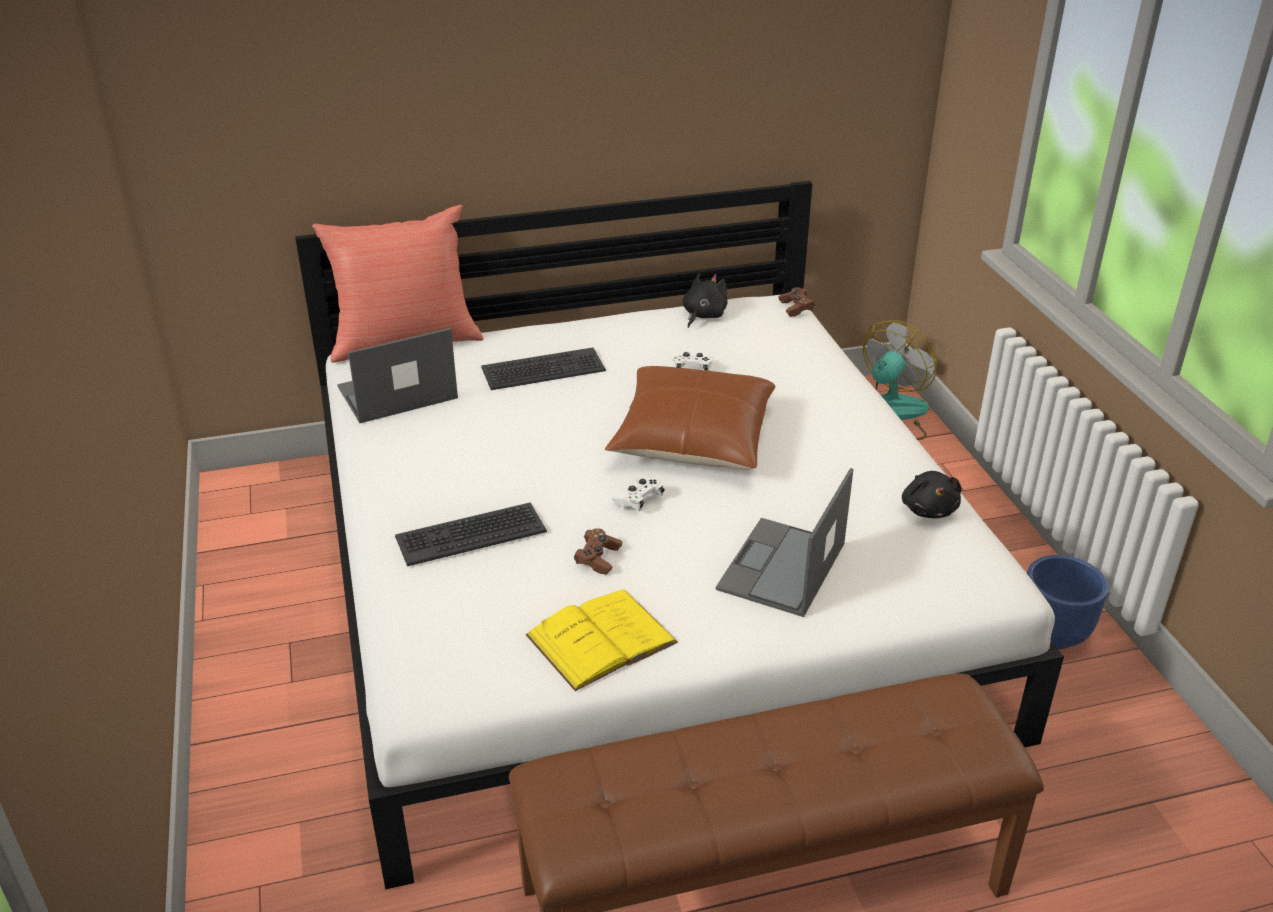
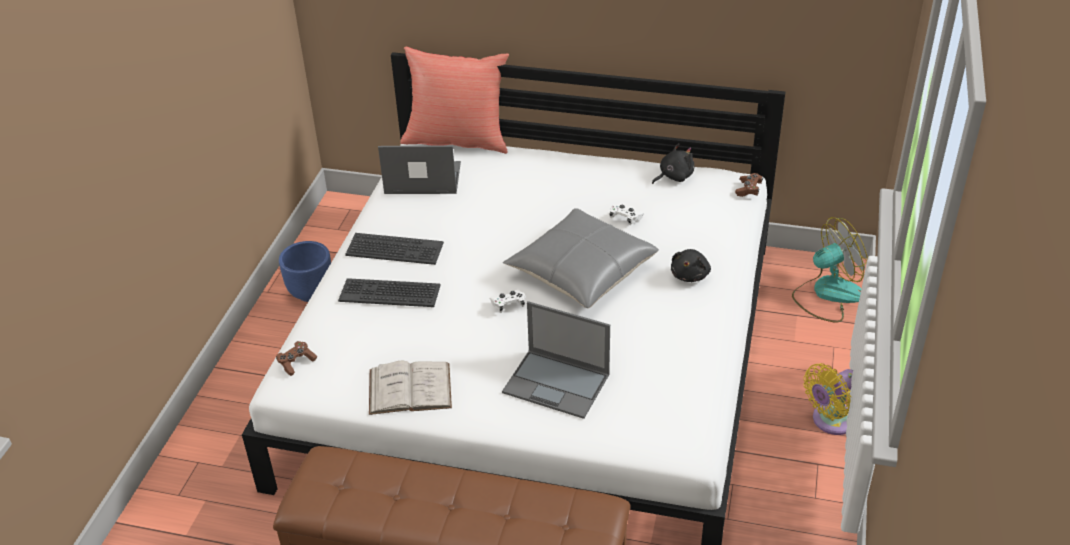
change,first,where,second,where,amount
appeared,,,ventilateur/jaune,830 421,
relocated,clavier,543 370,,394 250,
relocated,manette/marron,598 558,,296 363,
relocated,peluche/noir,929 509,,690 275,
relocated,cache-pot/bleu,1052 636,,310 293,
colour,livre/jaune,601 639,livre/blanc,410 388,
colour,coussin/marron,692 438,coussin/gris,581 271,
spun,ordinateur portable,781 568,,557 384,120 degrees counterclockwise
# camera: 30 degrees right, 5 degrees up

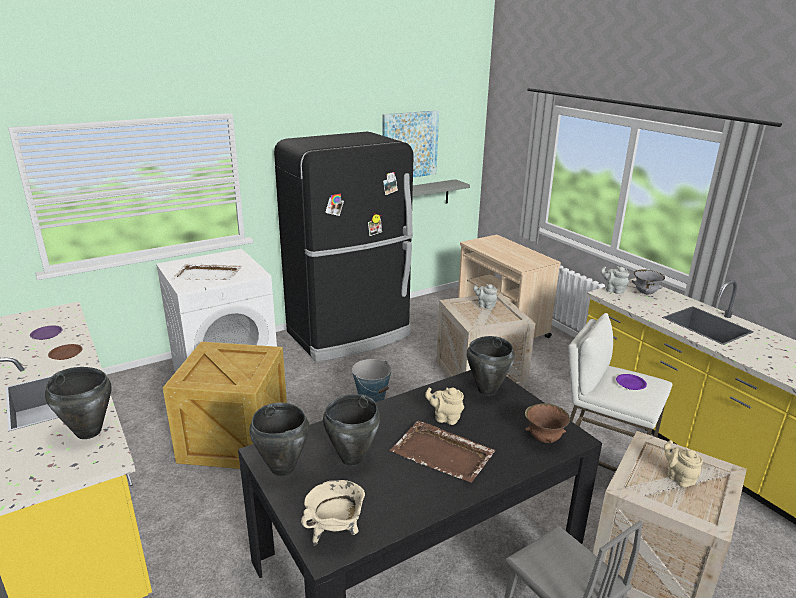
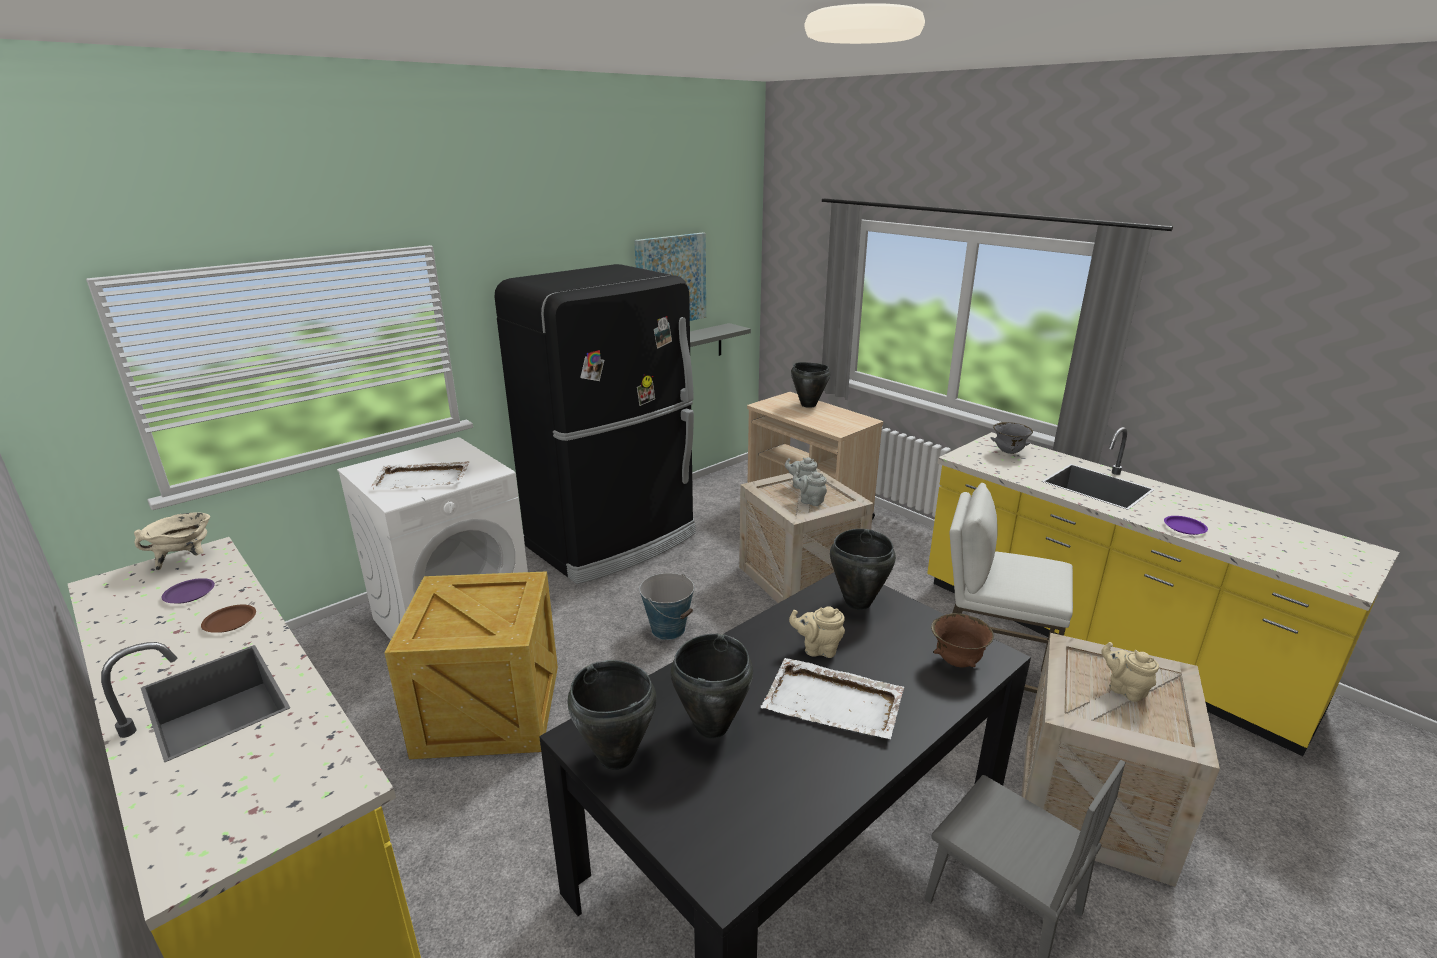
change,first,where,second,where,amount
relocated,marmite/noir,89 431,,808 405,
relocated,marmite/beige,335 532,,186 560,
relocated,théière/gris,613 290,,810 501,
relocated,assiette/violet,630 384,,1184 527,
colour,plateau/marron,443 454,plateau/blanc,834 702,
# camera: 10 degrees left, 0 degrees up

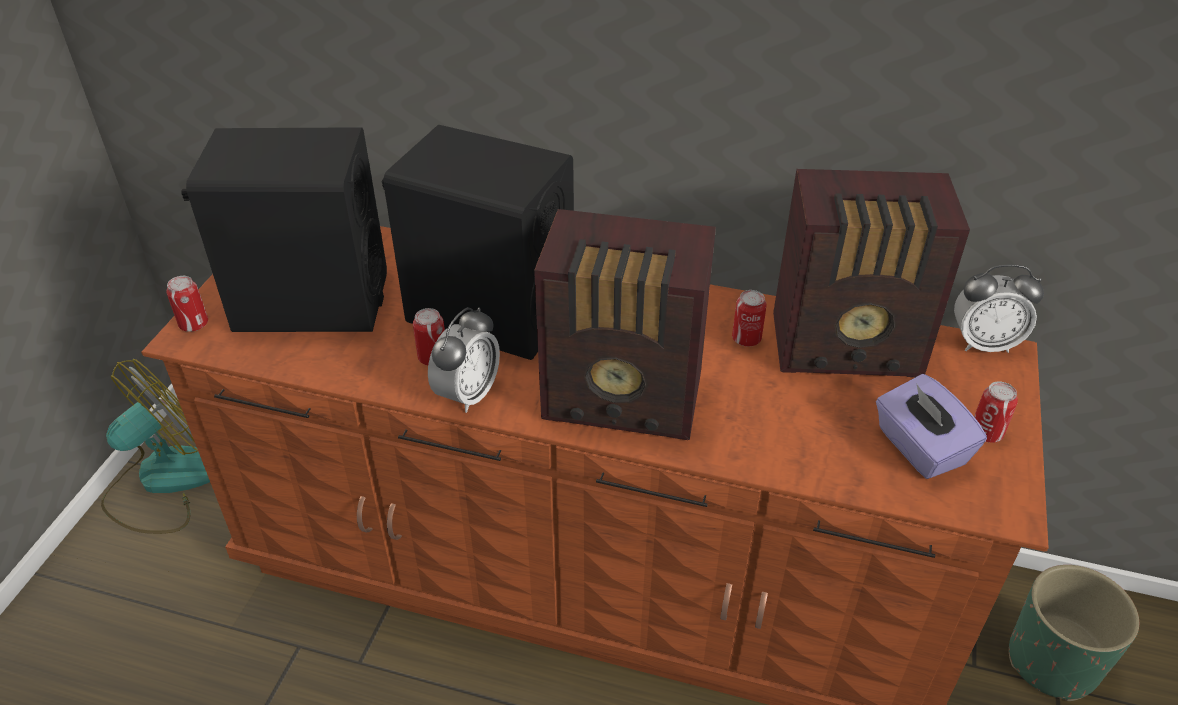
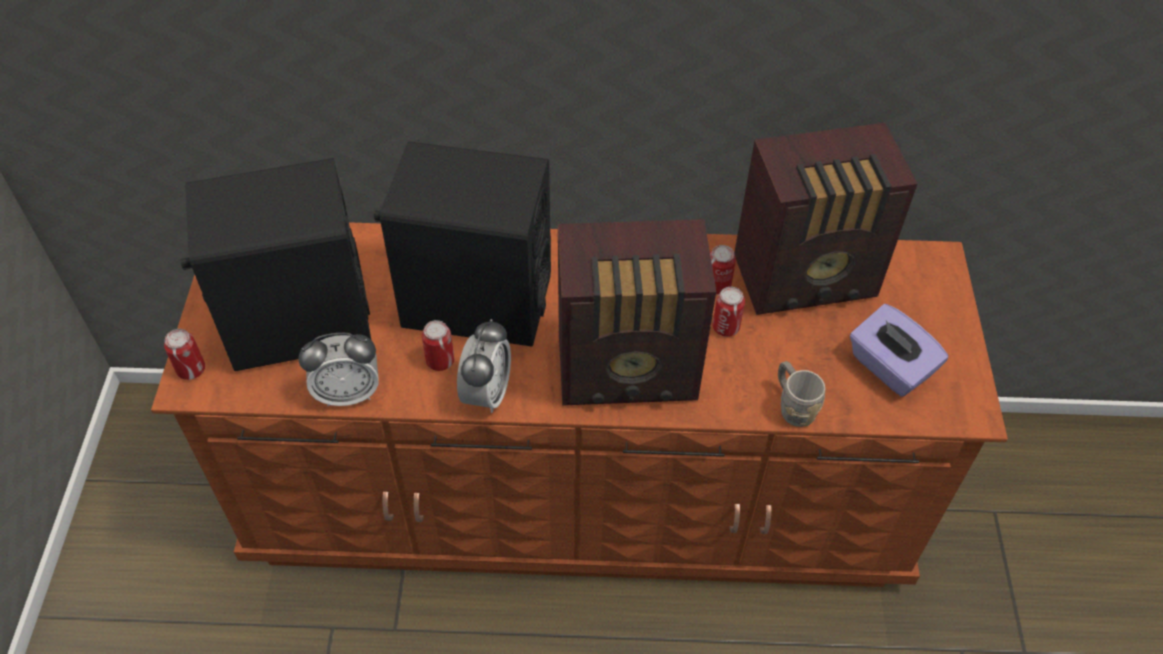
change,first,where,second,where,amount
missing,ventilateur,163 482,,,
missing,cache-pot/vert,1053 661,,,
appeared,,,mug/gris,793 406,
relocated,réveil,983 343,,348 393,
relocated,boîte métallique,986 433,,725 327,
# camera: 15 degrees left, 10 degrees up

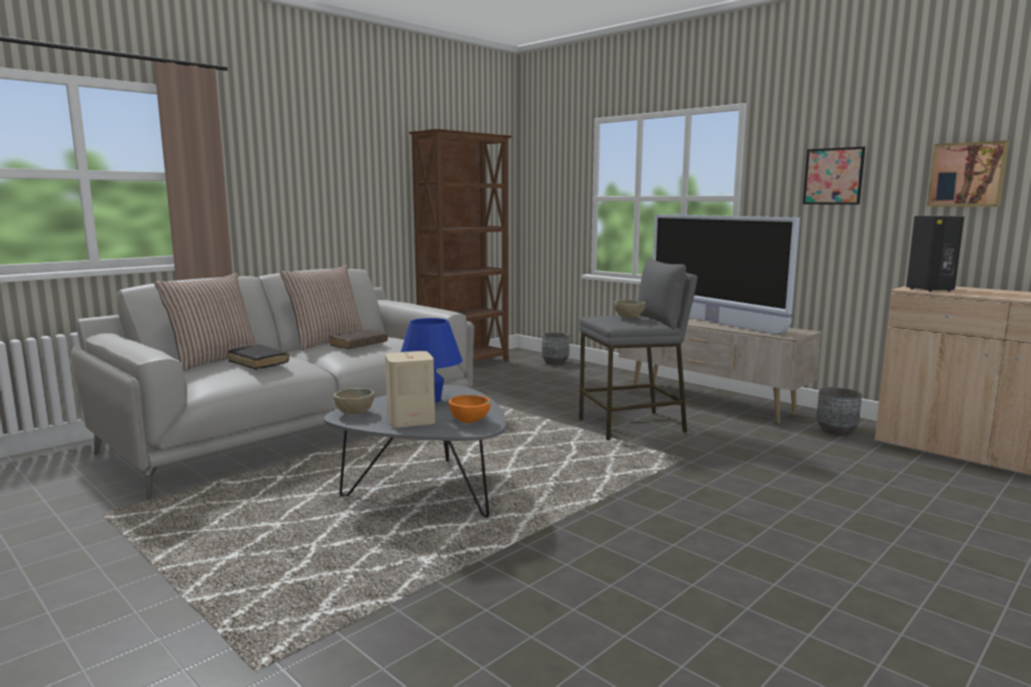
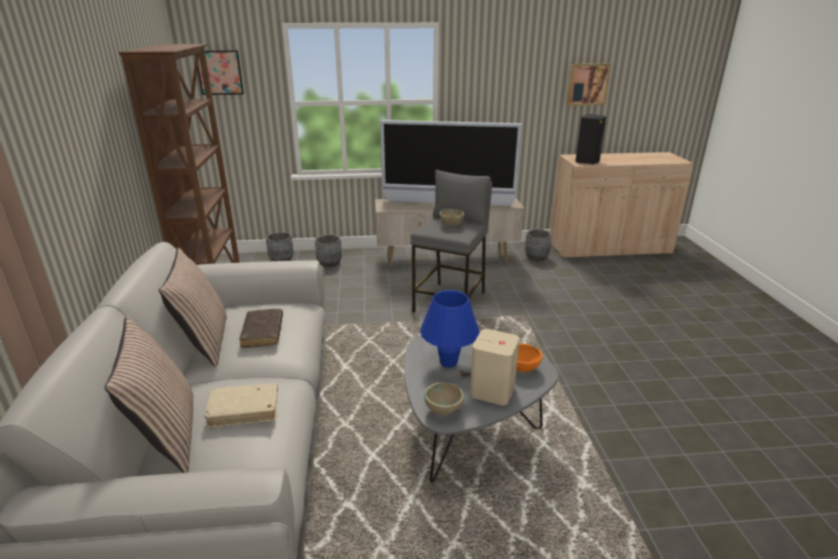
change,first,where,second,where,amount
appeared,,,cache-pot/gris,329 263,
relocated,tableau,833 176,,219 72,
colour,livre/noir,259 363,livre/beige,244 410,
# camera: 50 degrees left, 15 degrees up

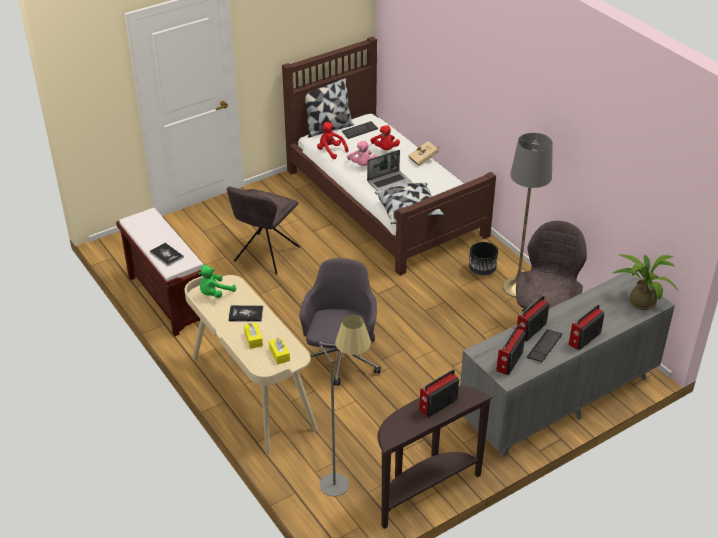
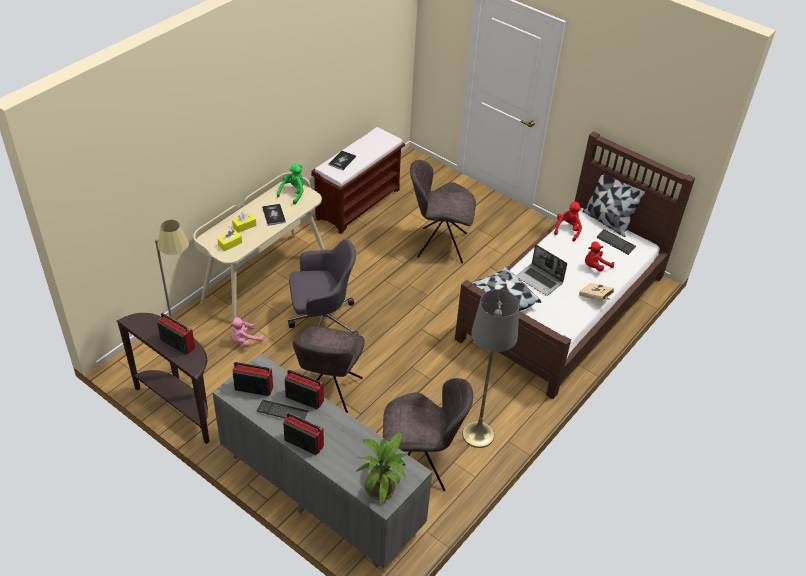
change,first,where,second,where,amount
missing,cache-pot/noir,482 269,,,
appeared,,,chaise/gris,329 394,
relocated,peluche/rose,362 165,,245 341,
spun,peluche/vert,215 293,,293 193,90 degrees clockwise
# camera: 70 degrees right, 5 degrees up

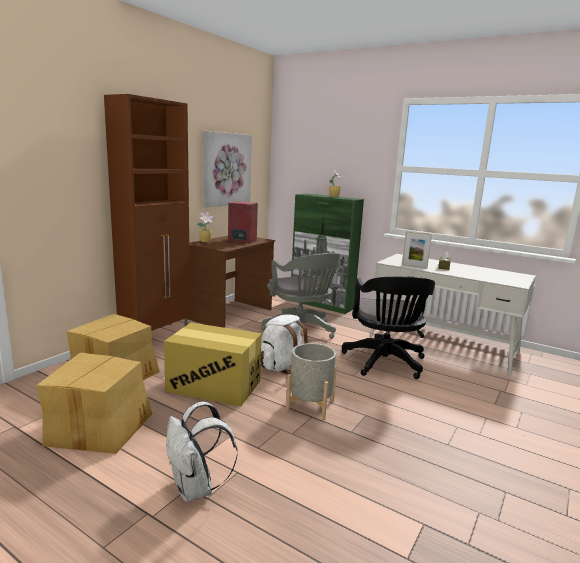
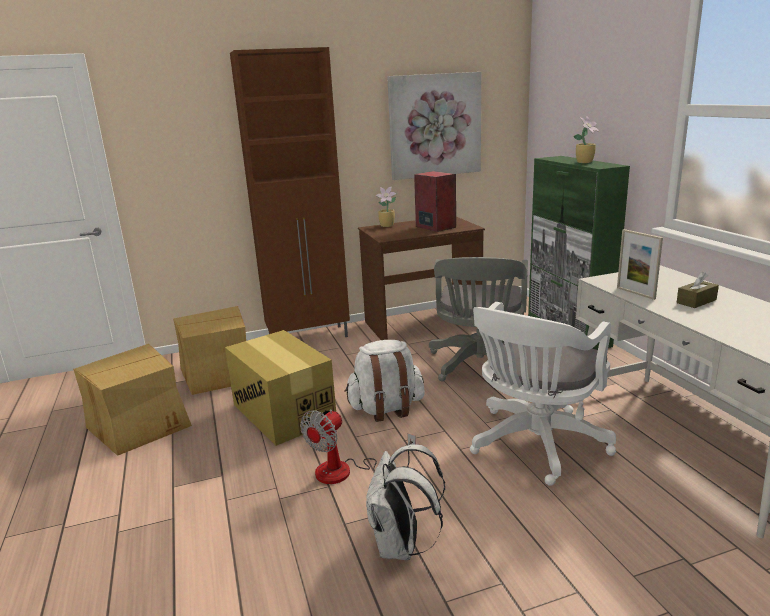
change,first,where,second,where,amount
relocated,sac à dos/blanc,196 489,,401 546,
exchanged,cache-pot/gris,310 406,ventilateur,346 472,
colour,chaise de bureau/noir,385 363,chaise de bureau/blanc,535 445,
# camera: 40 degrees right, 5 degrees up

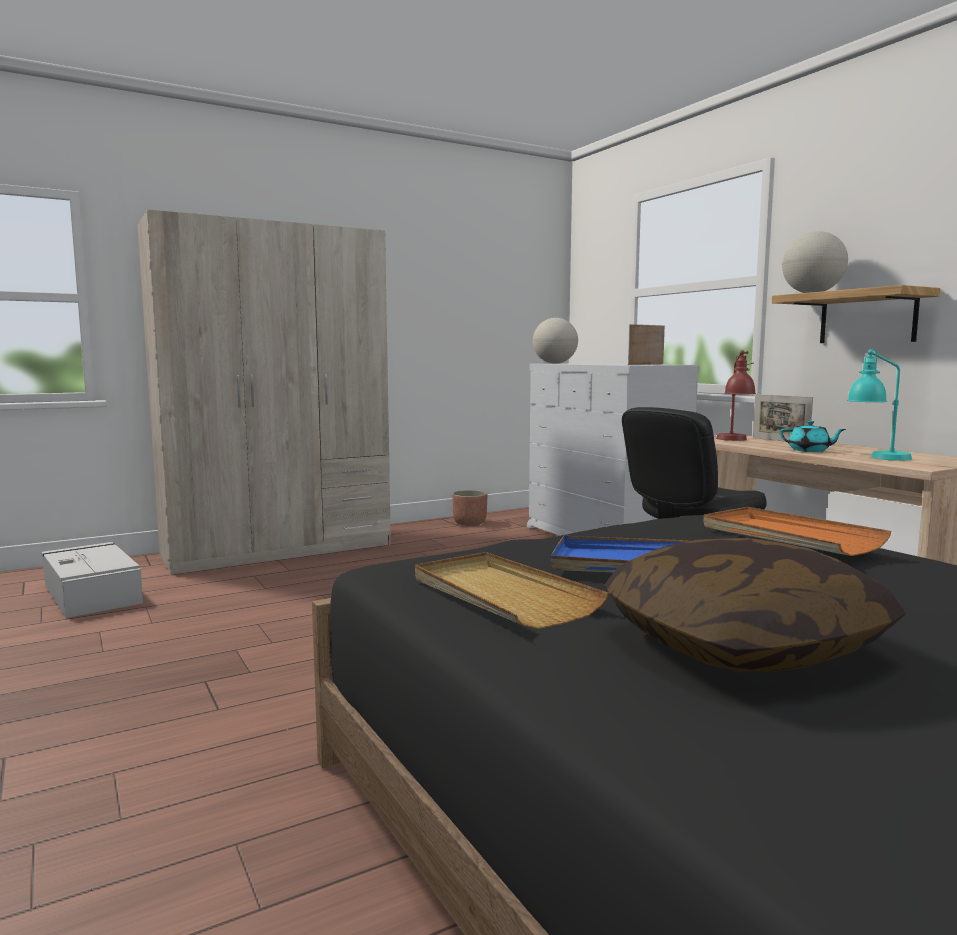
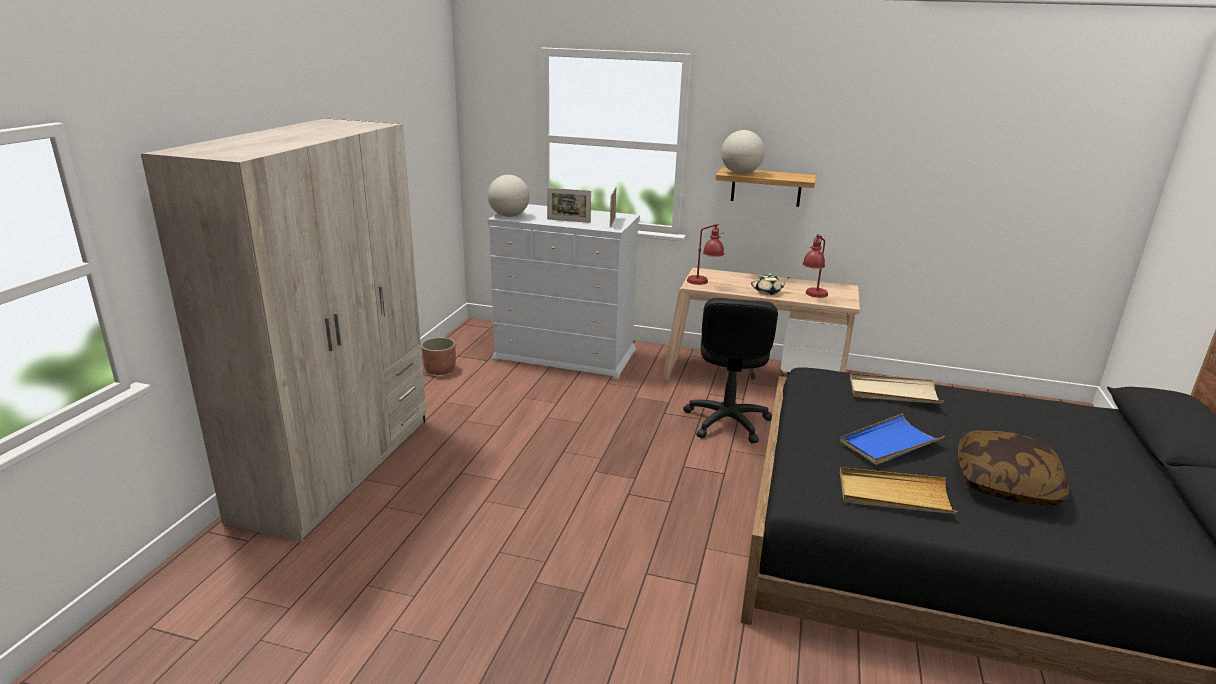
change,first,where,second,where,amount
missing,boîte de rangement/gris,92 593,,,
relocated,cadre photo,780 440,,568 221,
colour,plateau/orange,789 536,plateau/beige,893 392,
colour,théière/turquoise,809 450,théière/beige,768 292,
colour,lampe de table/turquoise,877 458,lampe de table/rouge,813 296,
# camera: 45 degrees left, 15 degrees up

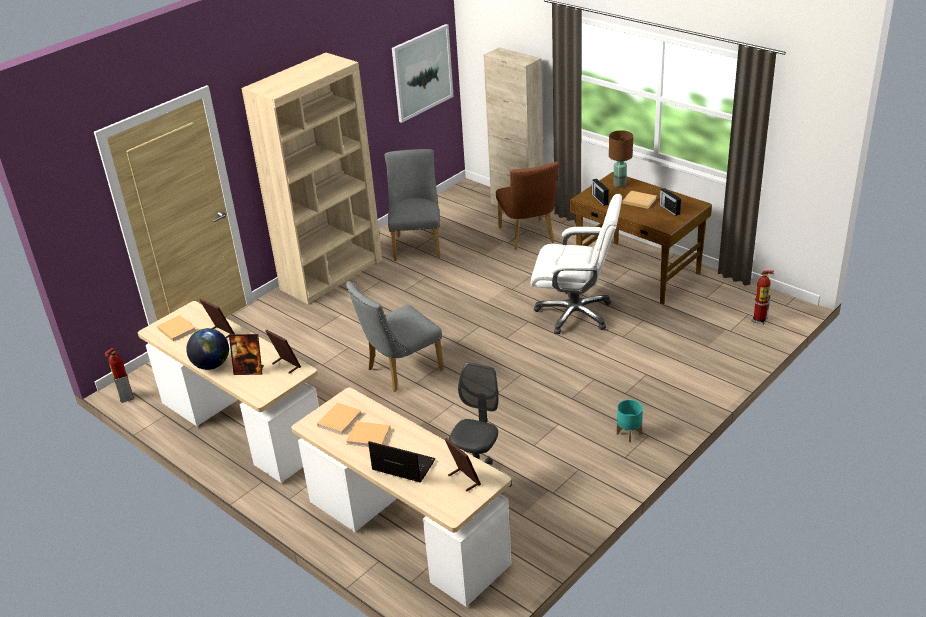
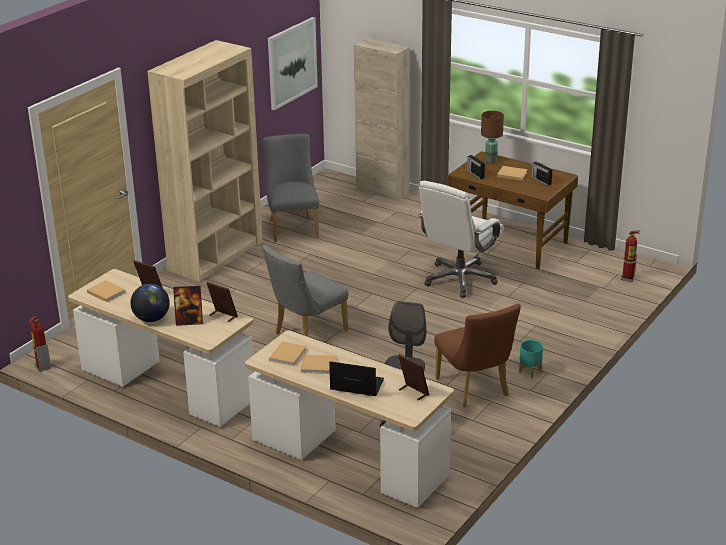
change,first,where,second,where,amount
relocated,chaise/marron,528 237,,475 390,
spun,chaise de bureau/blanc,575 313,,459 279,120 degrees clockwise
# camera: 10 degrees left, 5 degrees down

